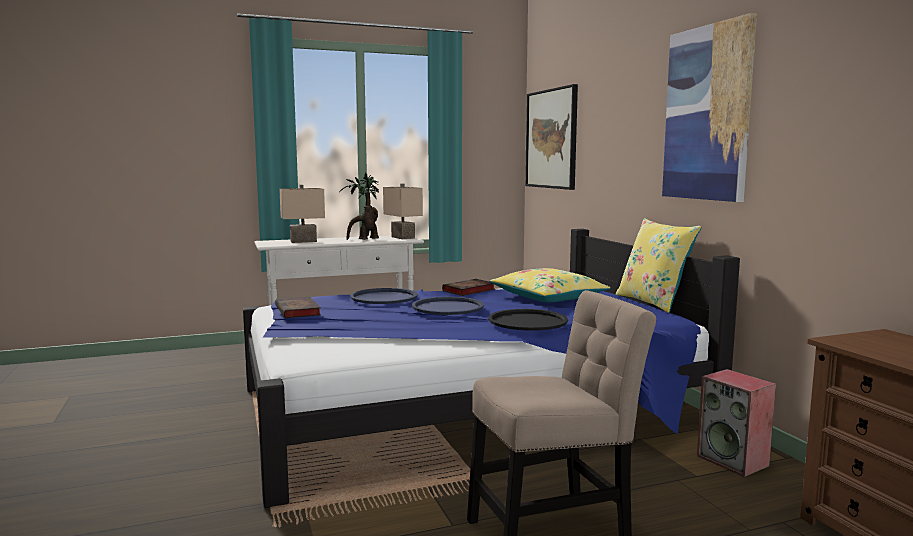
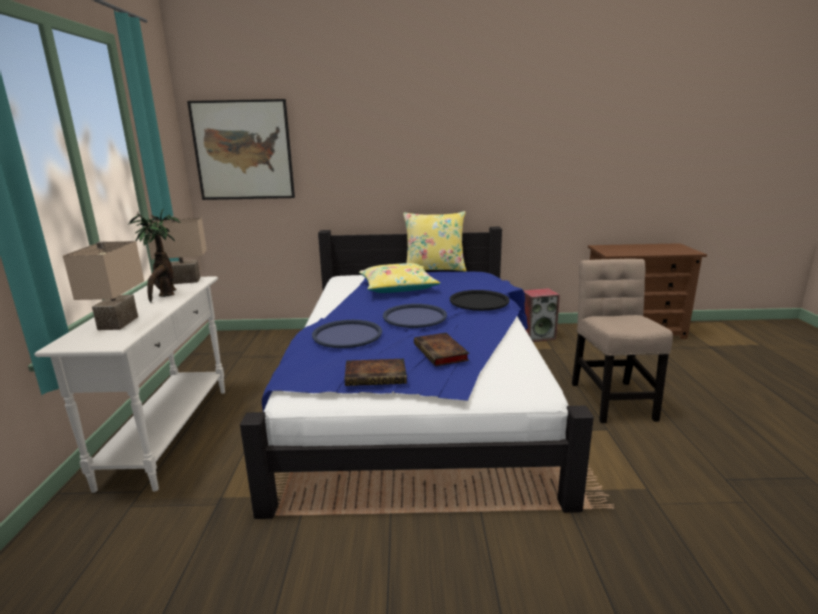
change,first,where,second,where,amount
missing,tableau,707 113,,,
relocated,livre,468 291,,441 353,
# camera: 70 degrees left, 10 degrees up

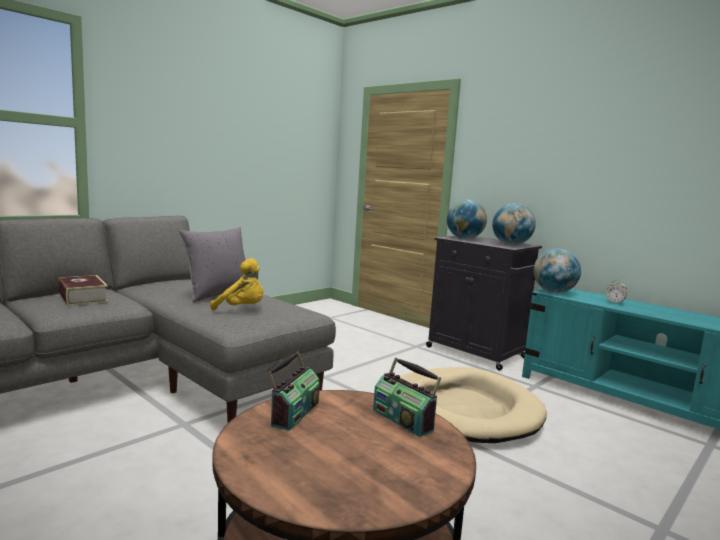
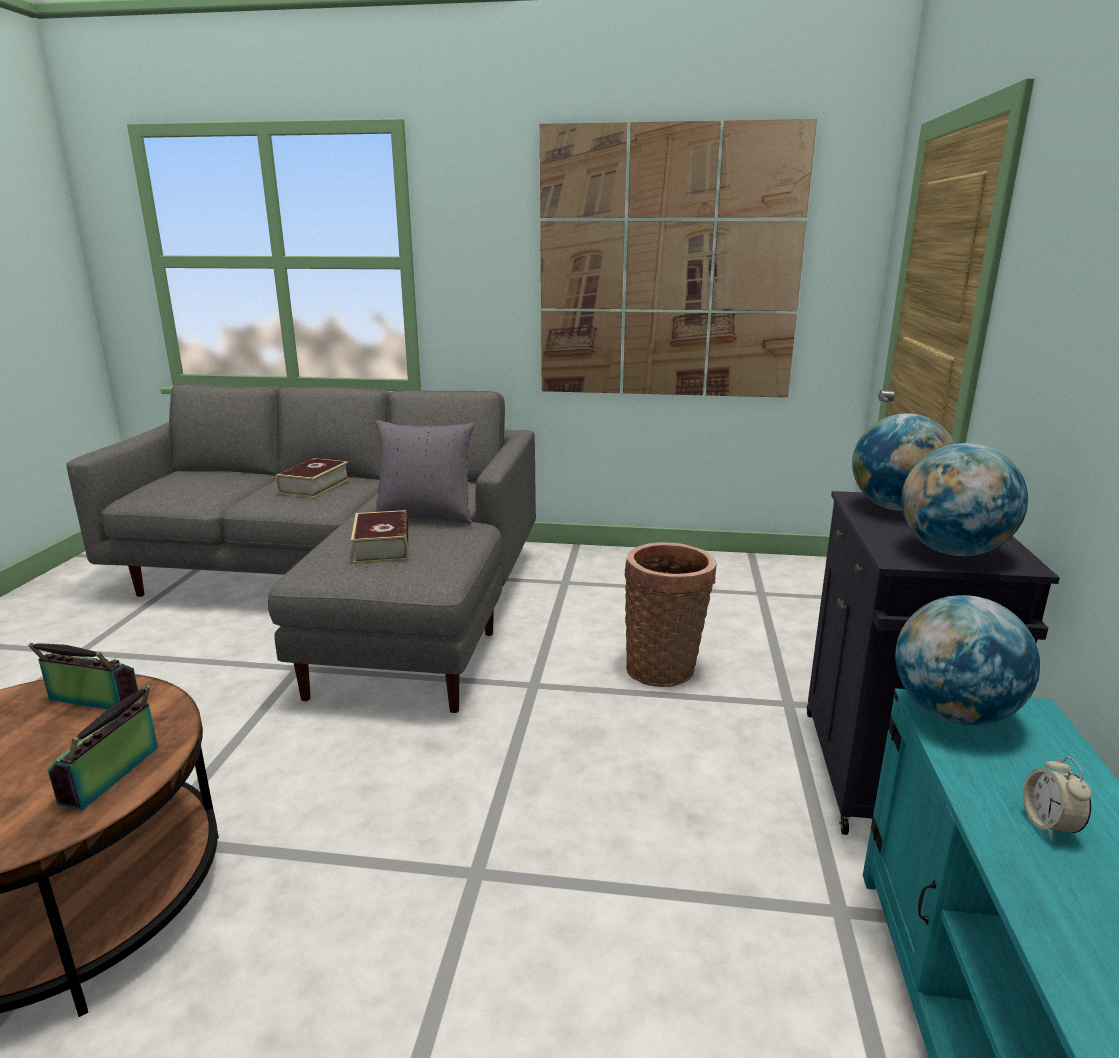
change,first,where,second,where,amount
missing,panier pour chien/beige,463 410,,,
appeared,,,tableau,668 265,
appeared,,,panier,664 668,
exchanged,peluche/jaune,242 309,livre,382 546,
spun,radio,293 413,,92 700,150 degrees counterclockwise
# camera: 55 degrees right, 10 degrees up

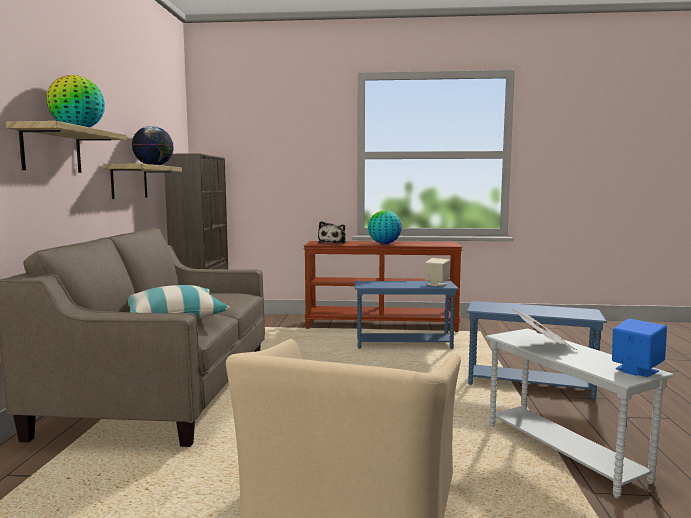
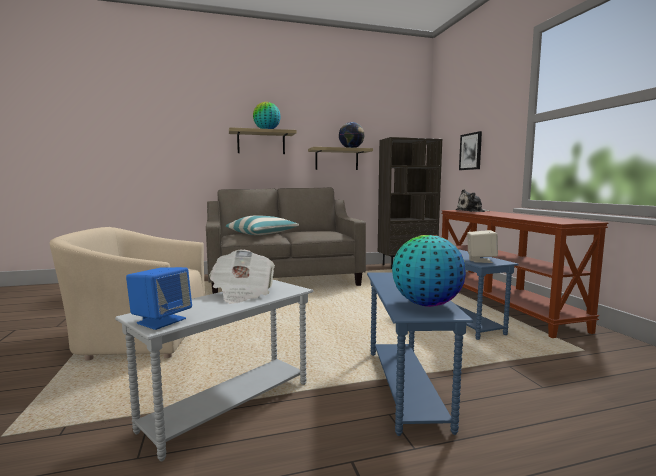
change,first,where,second,where,amount
appeared,,,tableau,471 151,
relocated,globe,384 243,,426 304,
# camera: 70 degrees right, 0 degrees up

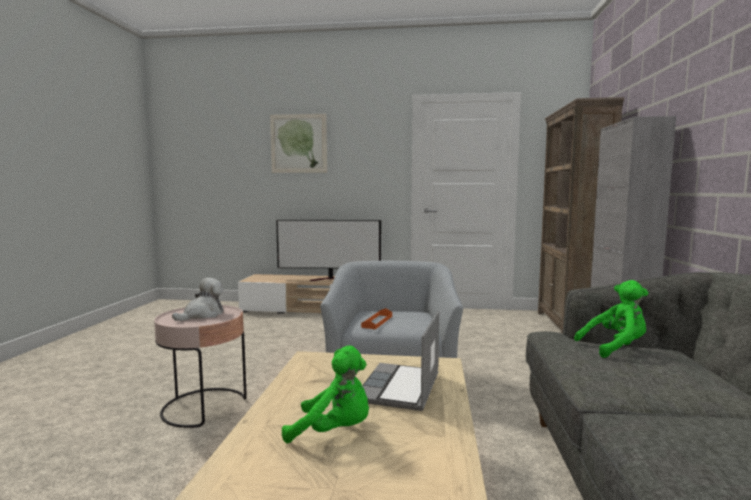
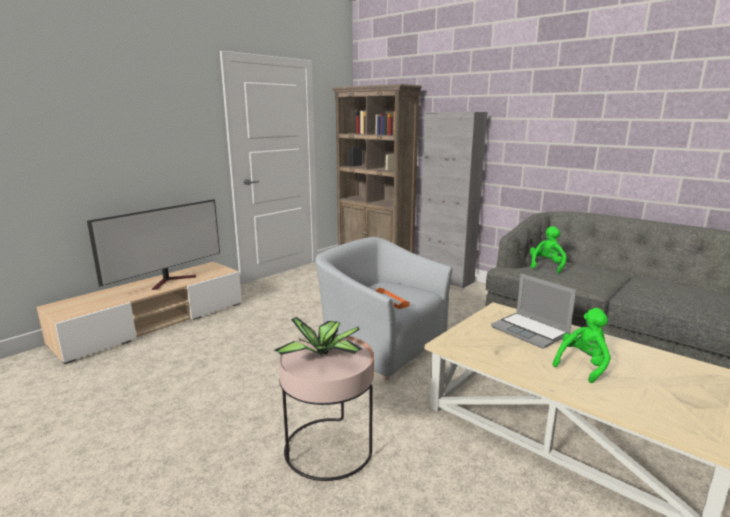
change,first,where,second,where,amount
missing,tableau,298 143,,,
exchanged,peluche,202 315,plante en pot,323 354,
# camera: 55 degrees left, 10 degrees up

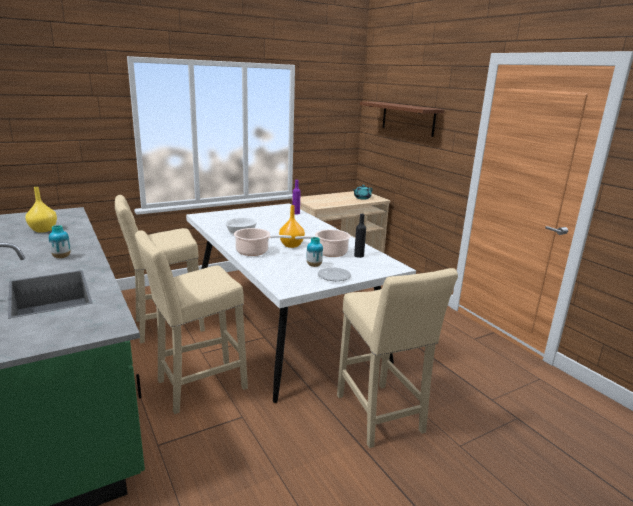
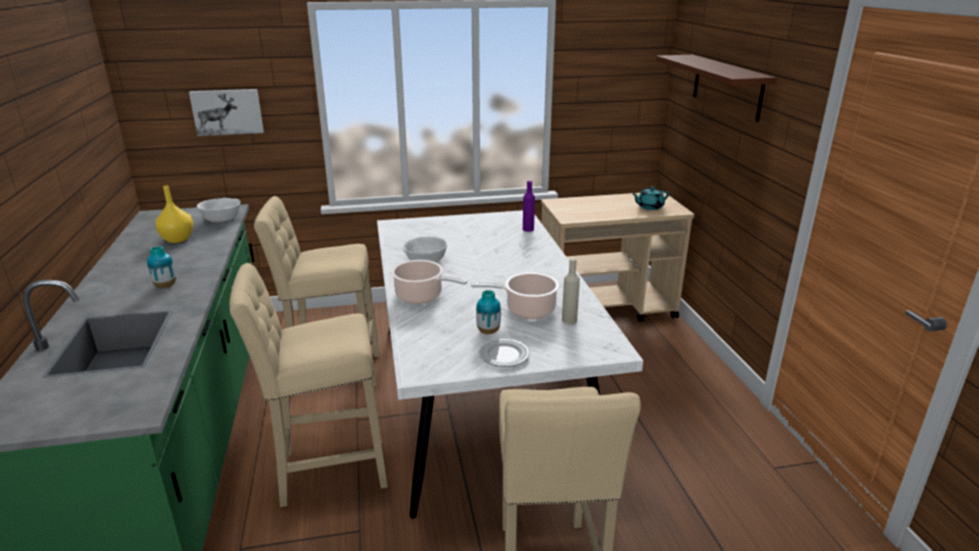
change,first,where,second,where,amount
missing,vase/orange,291 245,,,
appeared,,,tableau,227 111,
appeared,,,bol/blanc,221 219,
colour,bouteille/noir,359 255,bouteille/beige,569 320,
# camera: 20 degrees right, 5 degrees up

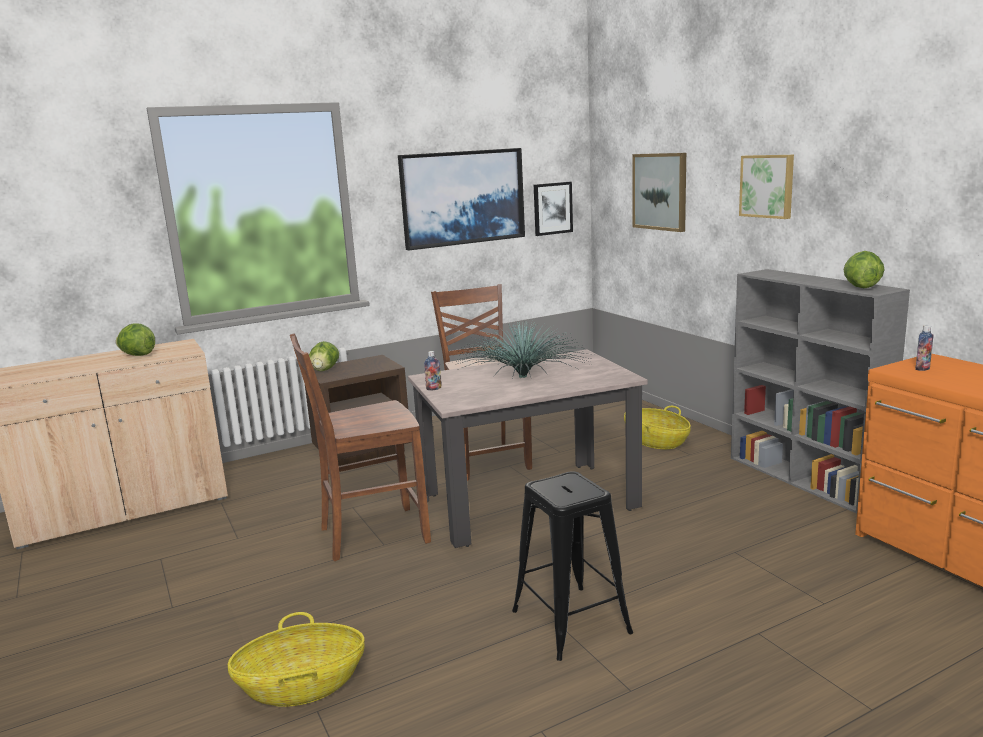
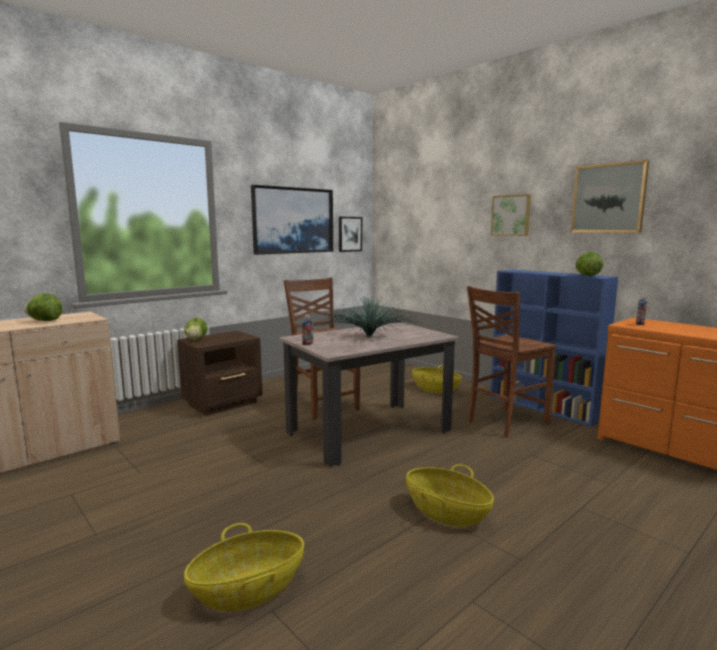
change,first,where,second,where,amount
relocated,chaise/marron,371 534,,505 422,
relocated,tableau,660 191,,608 198,
exchanged,tabouret/noir,571 621,panier,446 512,
colour,bibliothèque/gris,805 479,bibliothèque/bleu,544 407,
# camera: 15 degrees left, 5 degrees down

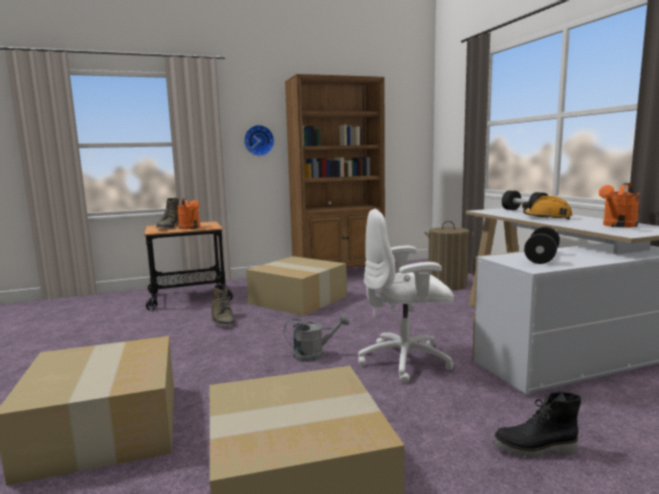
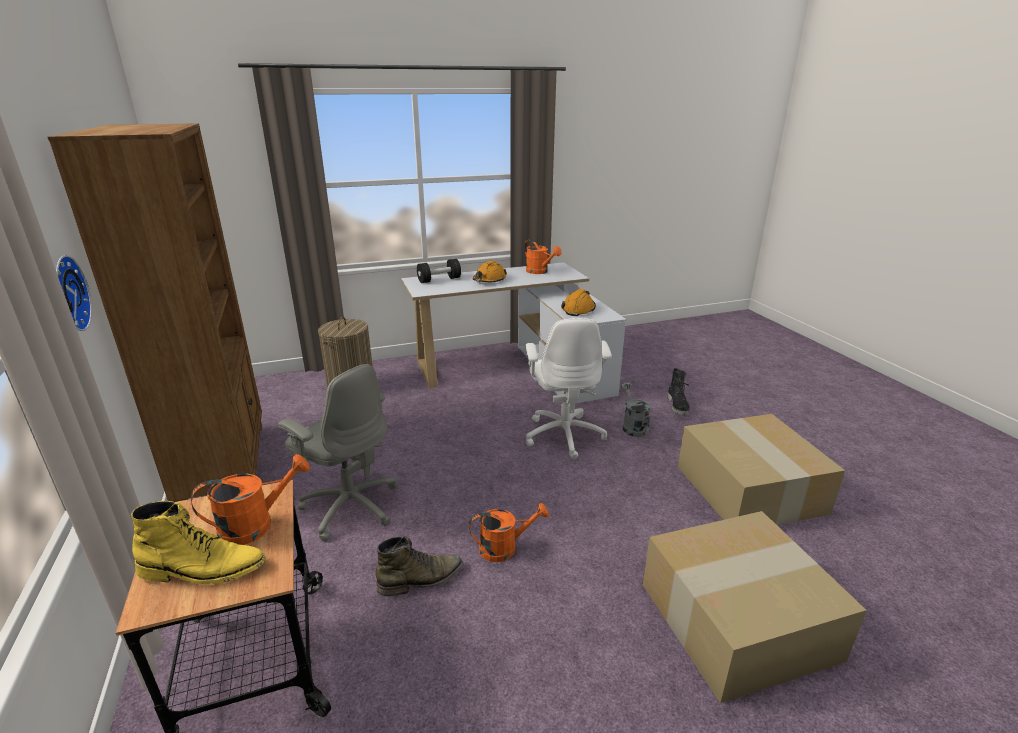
change,first,where,second,where,amount
appeared,,,arrosoir/orange,505 547,
relocated,arrosoir/gris,314 355,,633 426,
exchanged,carton,296 300,chaise de bureau/gris,350 506,
exchanged,haltère/noir,541 258,casque de chantier/orange,578 309,
colour,botte/vert,168 227,botte/jaune,203 569,
# camera: 90 degrees left, 15 degrees up

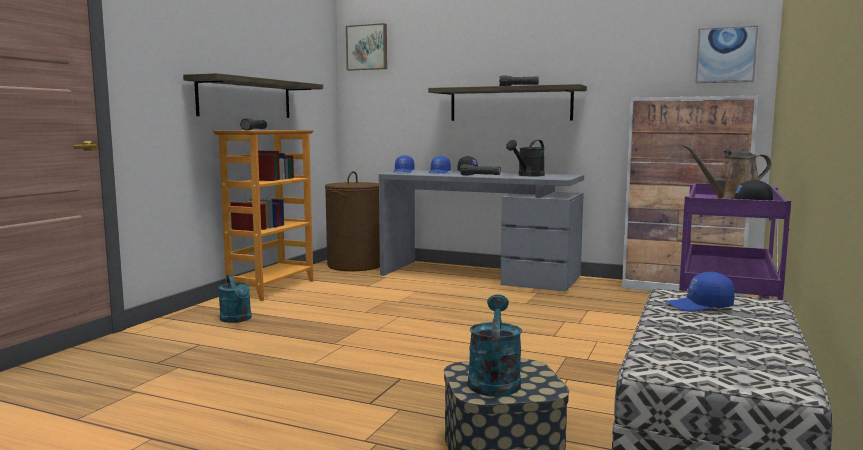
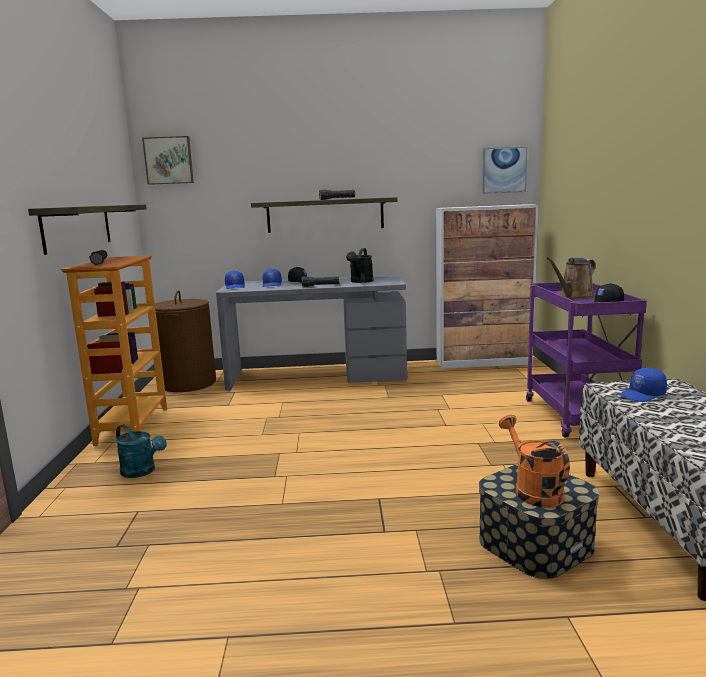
change,first,where,second,where,amount
colour,arrosoir/turquoise,494 380,arrosoir/orange,533 490,
# camera: 25 degrees left, 5 degrees up

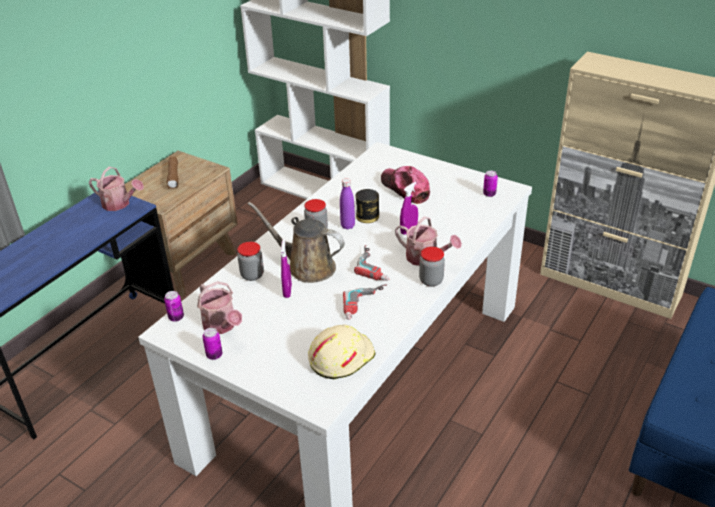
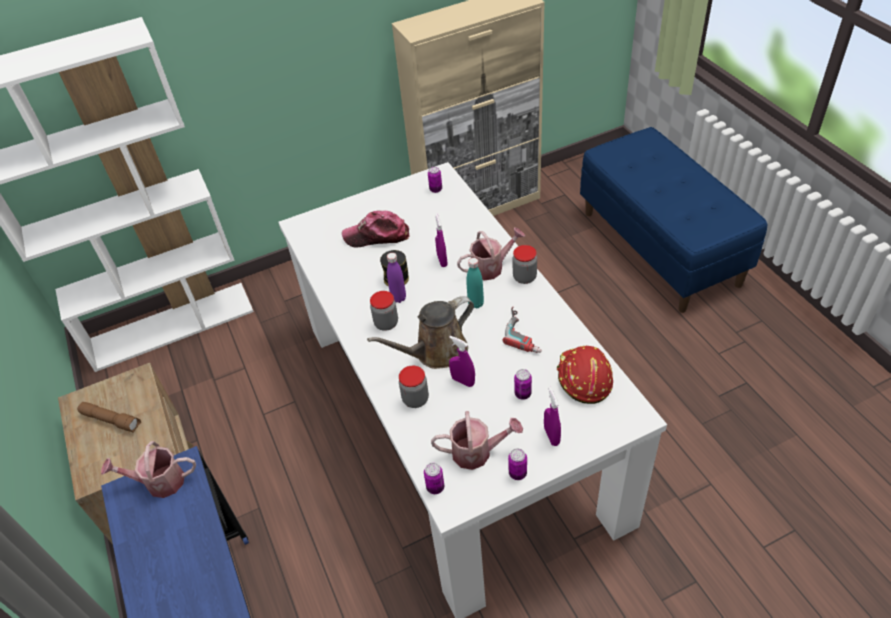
change,first,where,second,where,amount
appeared,,,boîte métallique,522 394,
appeared,,,vaporisateur/violet,551 436,
exchanged,perceuse,376 266,bouteille/turquoise,475 303,
colour,casque de chantier/beige,340 357,casque de chantier/rouge,583 378,
spun,arrosoir,119 204,,159 482,150 degrees counterclockwise
# camera: 55 degrees left, 10 degrees up

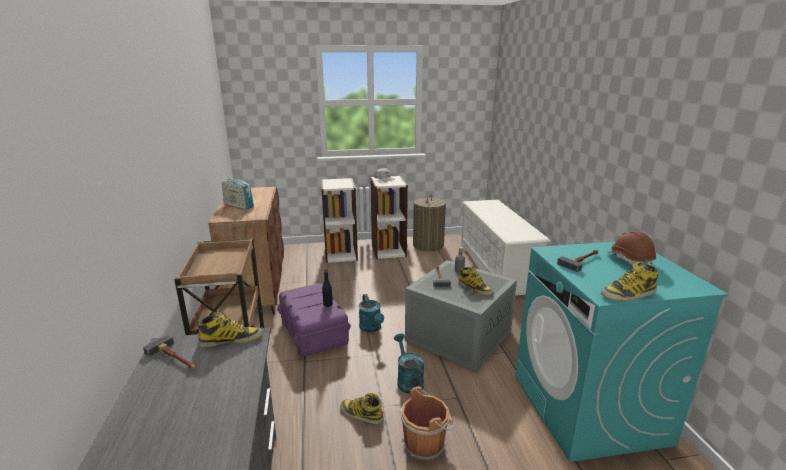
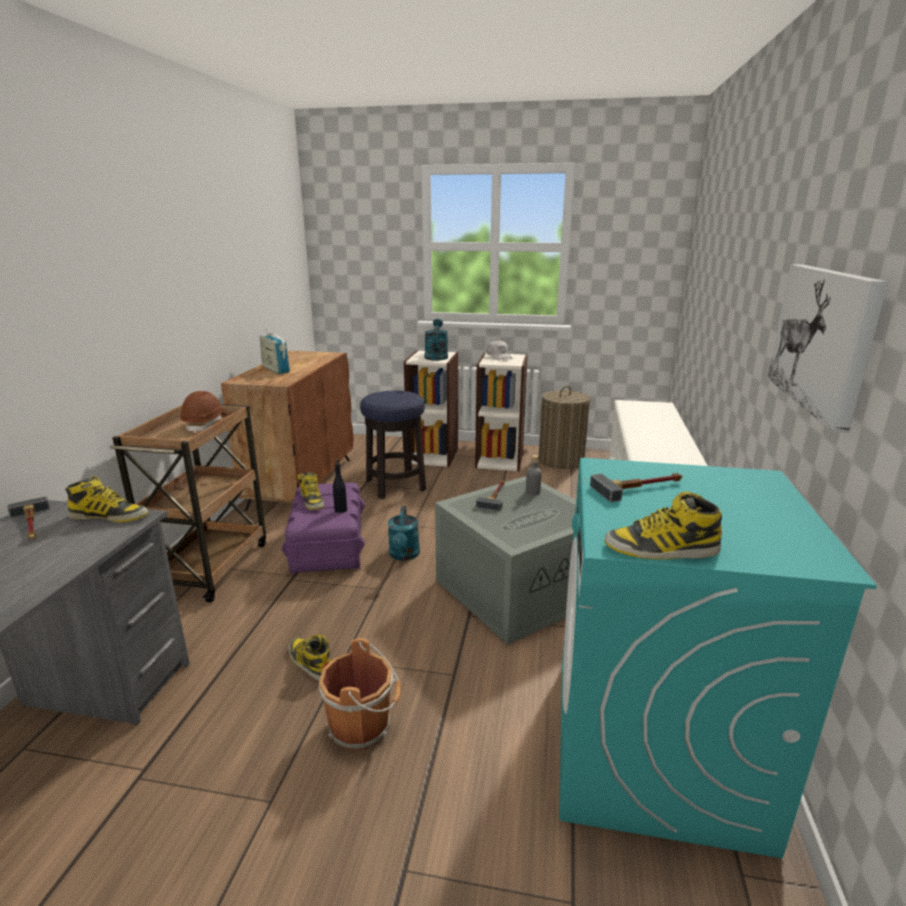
change,first,where,second,where,amount
appeared,,,tabouret,395 486,
appeared,,,tableau,823 339,
relocated,arrosoir/turquoise,408 380,,436 356,
relocated,botte,475 288,,312 500,
relocated,casque de chantier/marron,629 260,,206 424,
# camera: 20 degrees right, 0 degrees up

